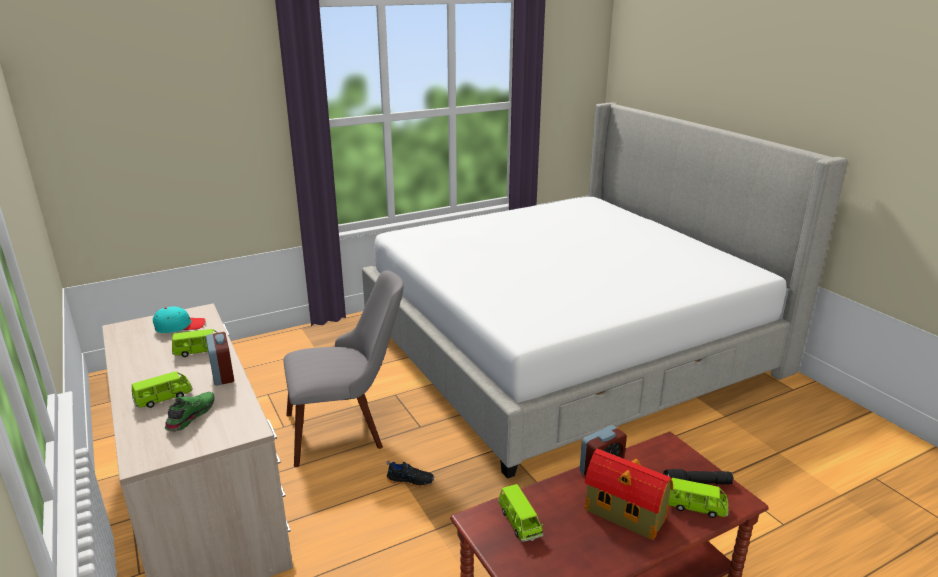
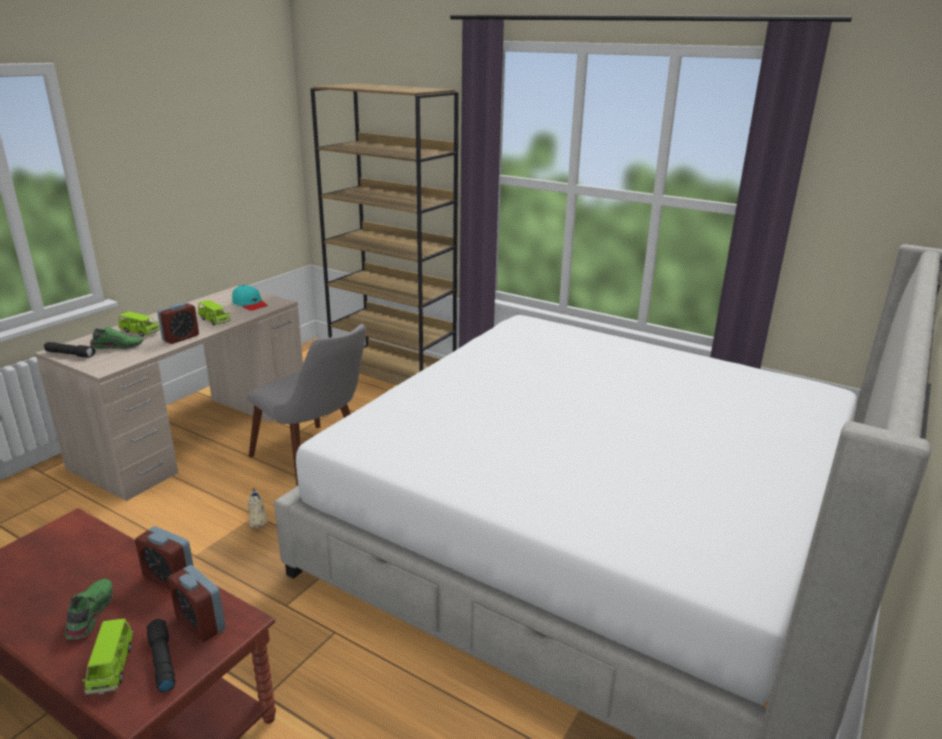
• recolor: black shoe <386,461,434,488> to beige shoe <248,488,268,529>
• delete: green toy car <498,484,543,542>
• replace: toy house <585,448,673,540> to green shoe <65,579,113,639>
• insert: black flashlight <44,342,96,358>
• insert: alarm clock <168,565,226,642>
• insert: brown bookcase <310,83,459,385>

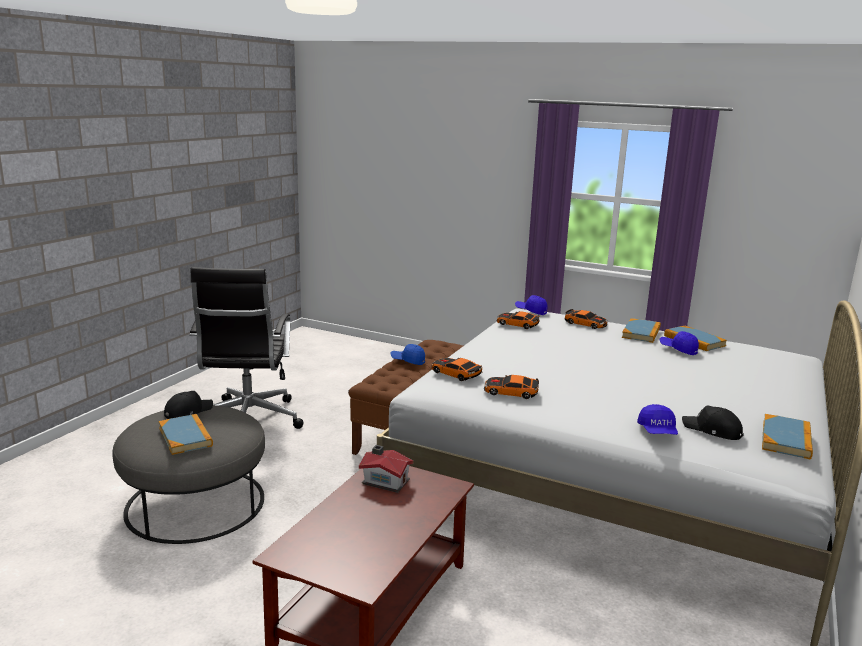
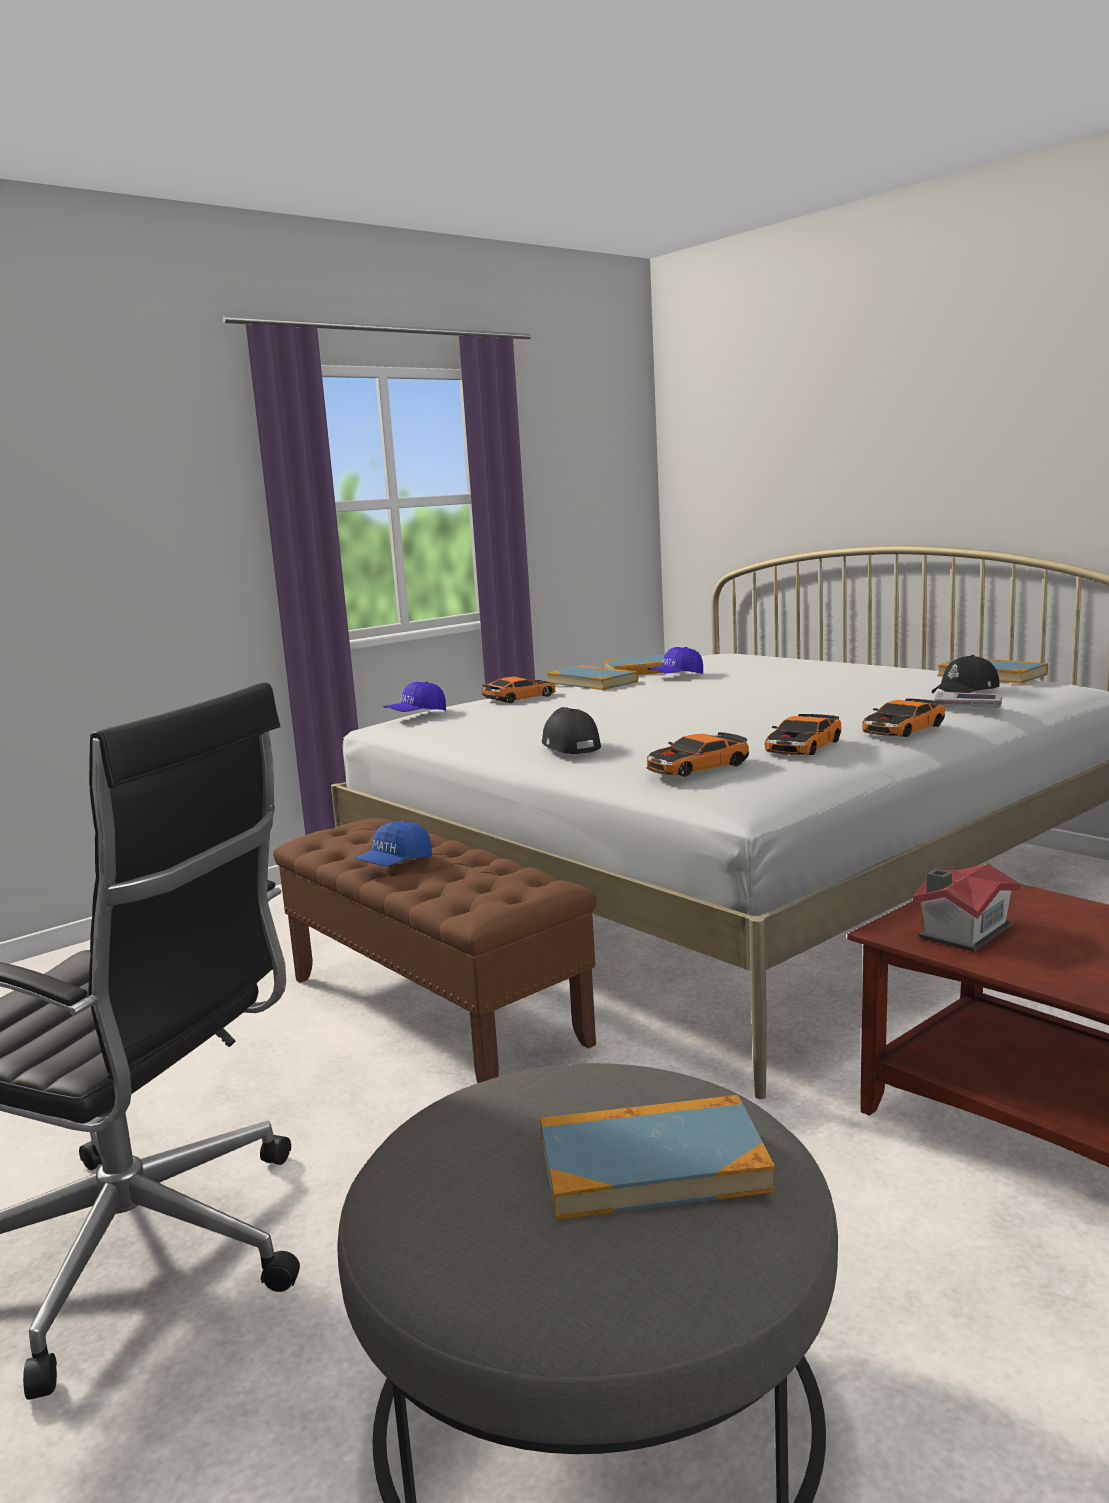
• move: black cap <164,391,213,419> to <542,707,601,754>
• move: toy car <496,311,540,329> to <862,699,945,737>
• replace: blue cap <637,404,678,435> to book <934,691,1002,707>

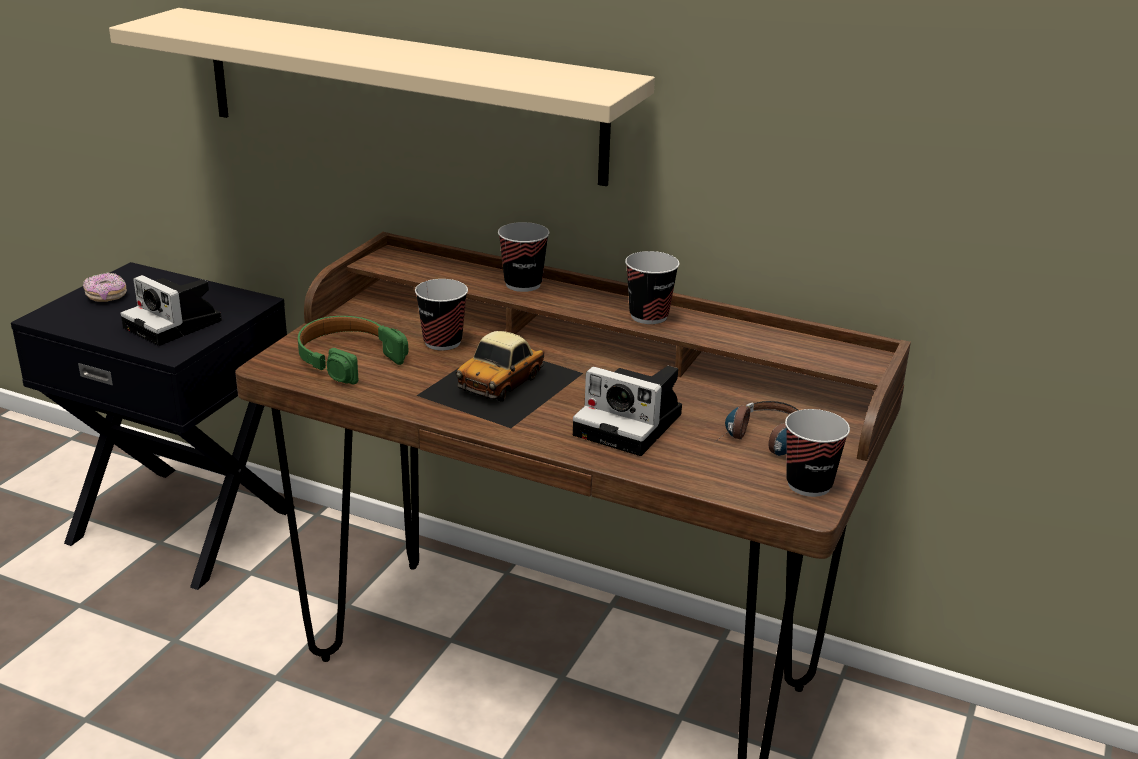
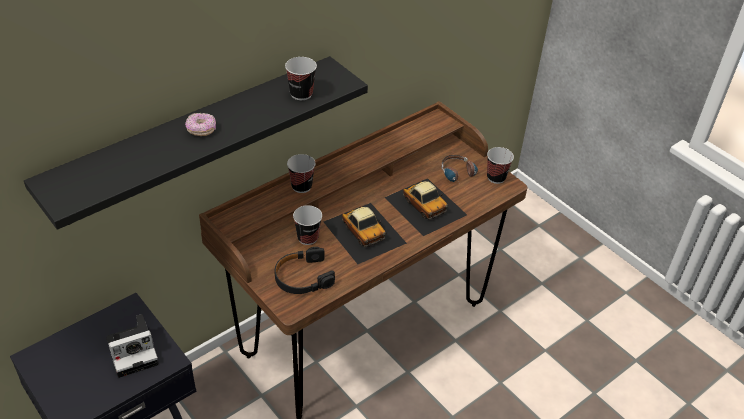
• move: donut <83,273,127,302> to <185,113,216,136>
• recolor: beige shelf <109,8,655,186> to black shelf <24,56,368,230>
• recolor: green headphones <298,316,409,385> to black headphones <275,247,335,294>
• replace: photo camera <573,366,682,456> to toy car <384,178,467,236>
• move: cup <625,251,680,324> to <285,57,317,100>

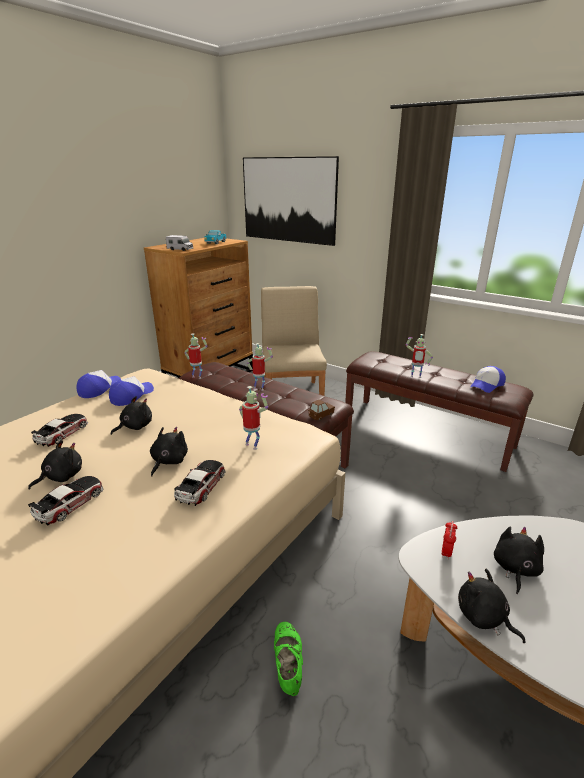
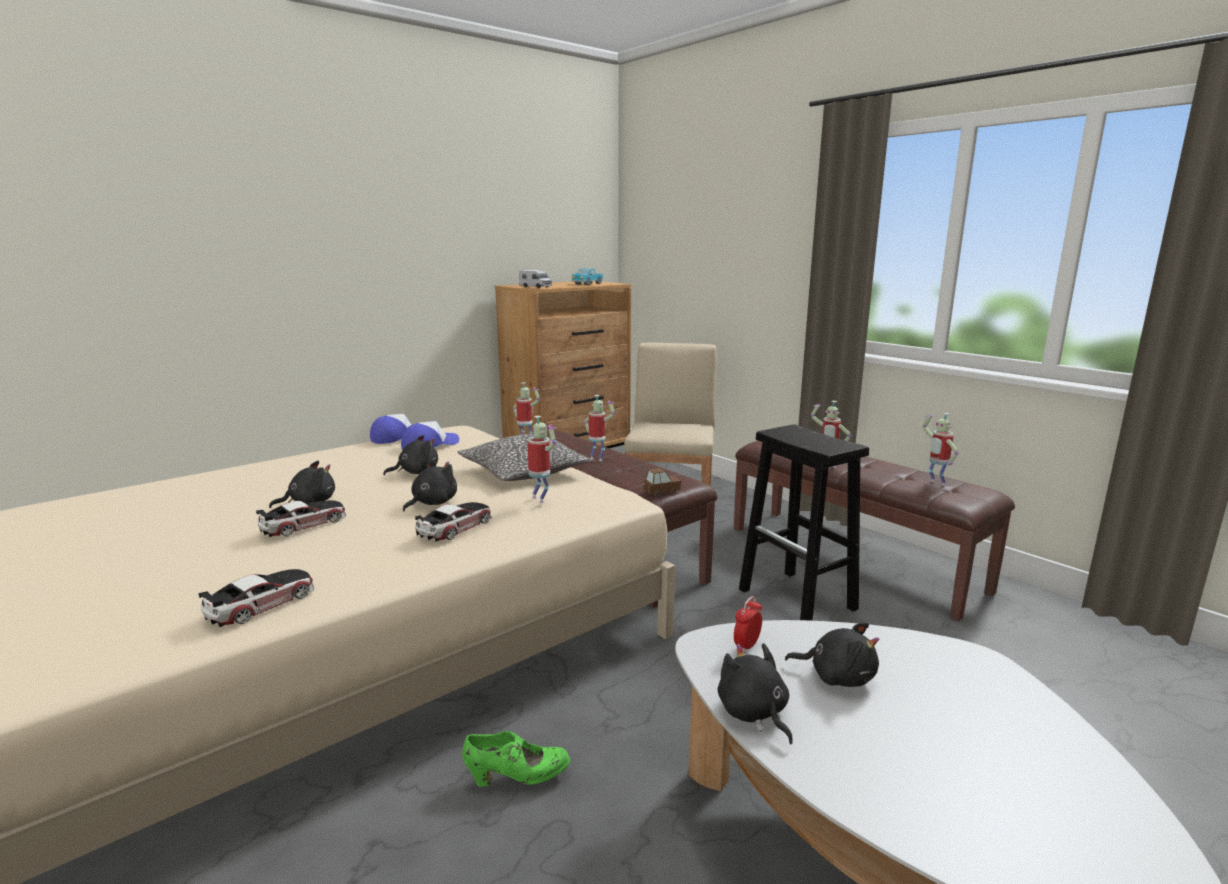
• move: toy car <31,414,88,447> to <198,569,314,627>
• delete: picture <243,156,339,246>
• rotate: green shoe <274,622,303,696> = <462,731,570,787> 75 degrees clockwise
• replace: cap <470,366,506,393> to toy robot <923,413,958,486>
• rotate: black plush toy <494,526,544,594> = <785,622,879,687> 75 degrees clockwise
• insert: pillow <458,434,593,481>
• insert: black stool <739,425,869,621>

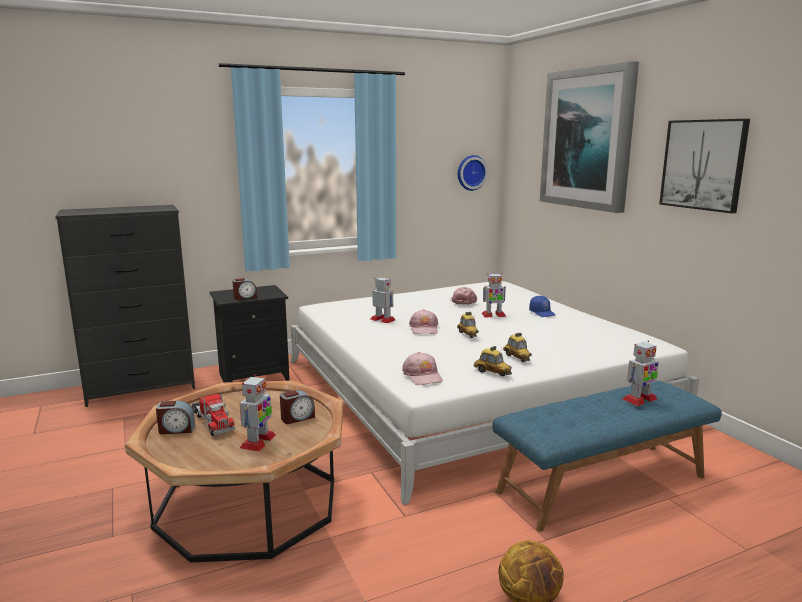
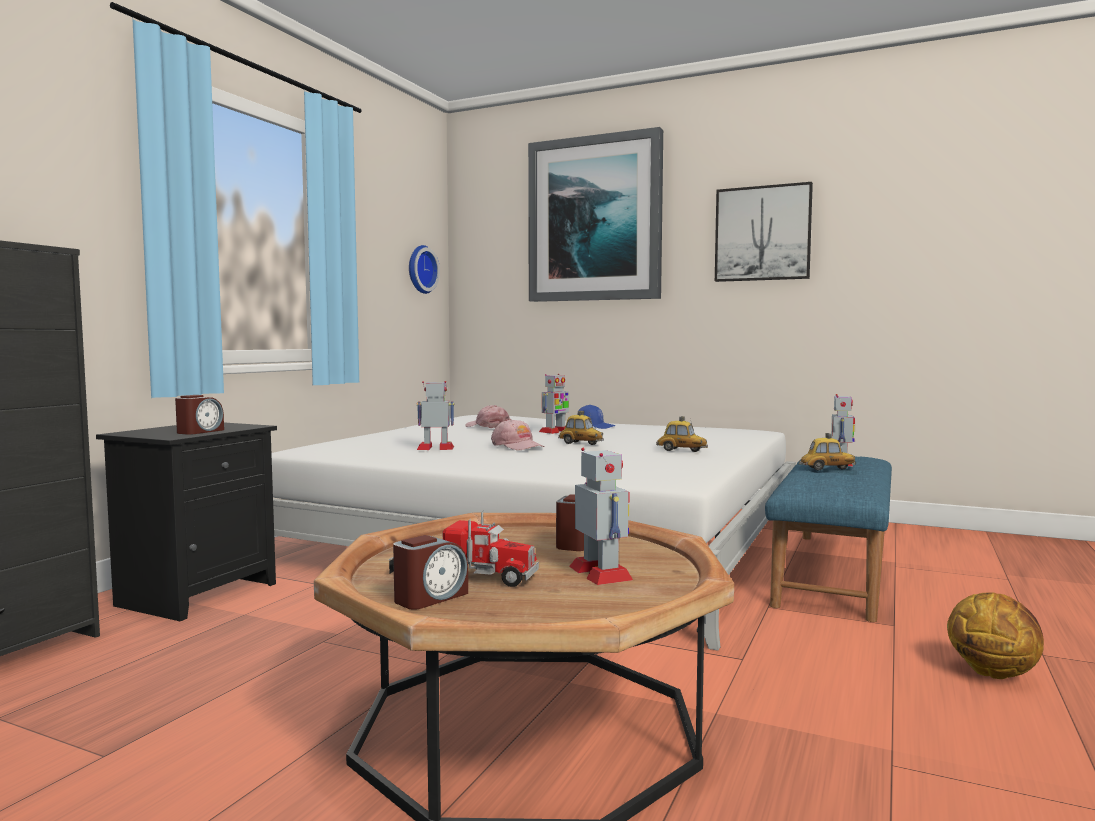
• delete: pink cap <402,352,443,385>
• move: toy car <474,346,512,376> to <799,433,856,470>

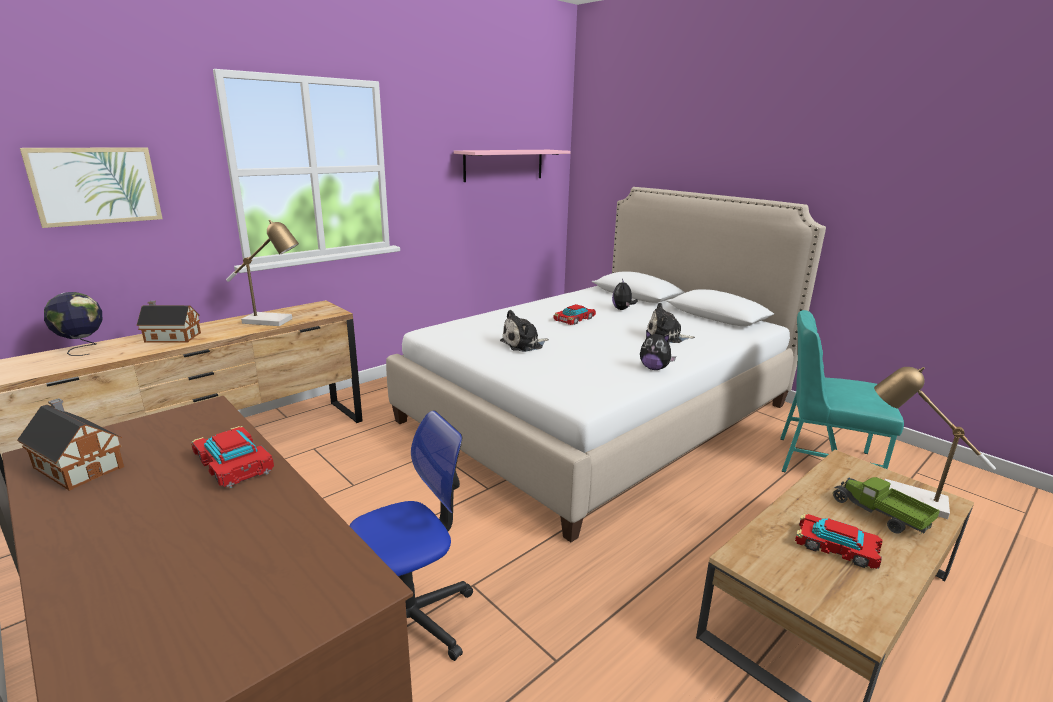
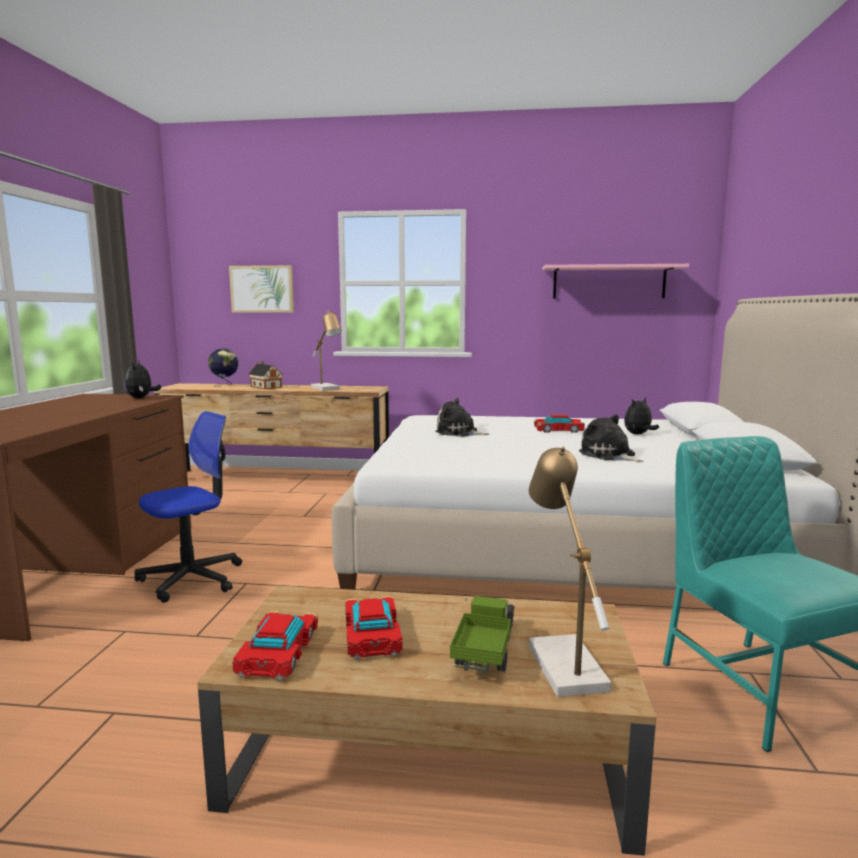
• delete: toy house <17,398,124,491>
• move: toy car <191,426,274,488> to <232,611,318,681>
• rotate: office chair <349,410,473,661> = <134,411,242,603> 60 degrees counterclockwise
• move: plush toy <640,330,676,370> to <124,361,161,398>

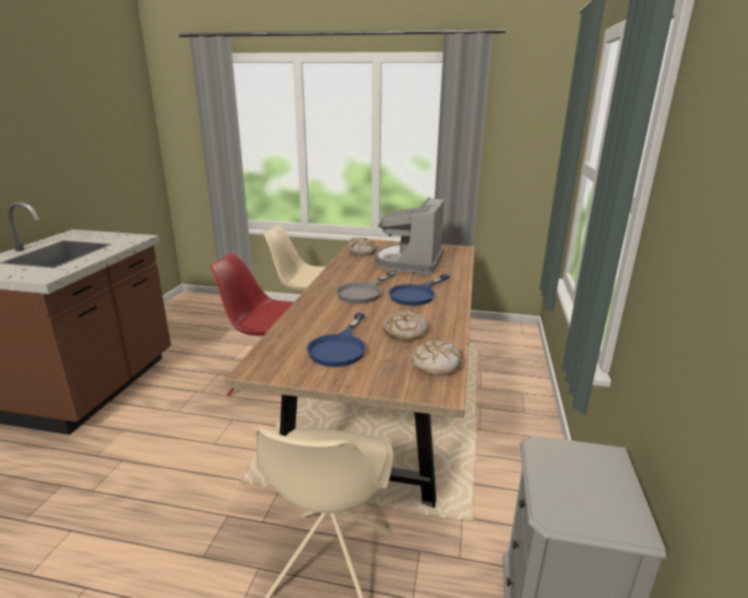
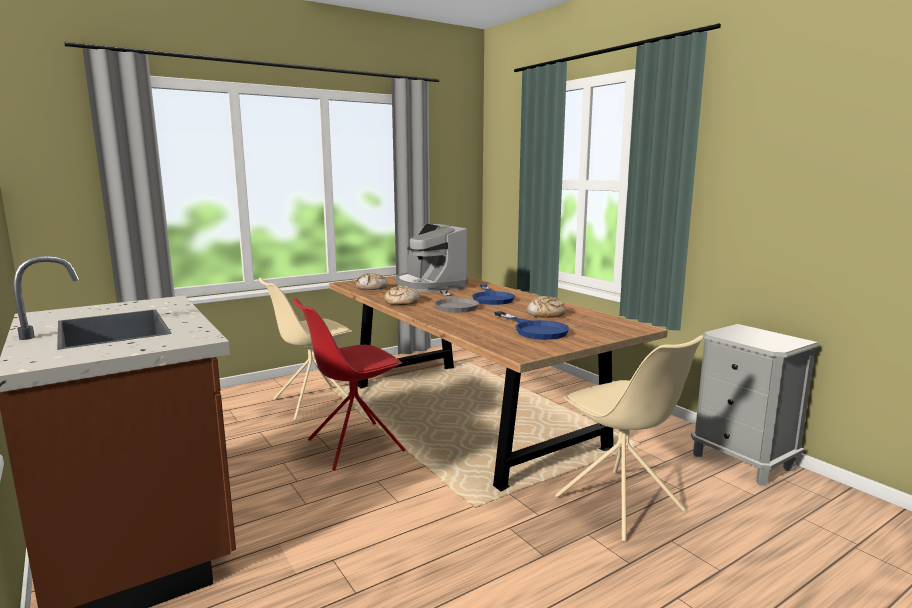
• move: bread <412,340,461,376> to <384,286,419,305>

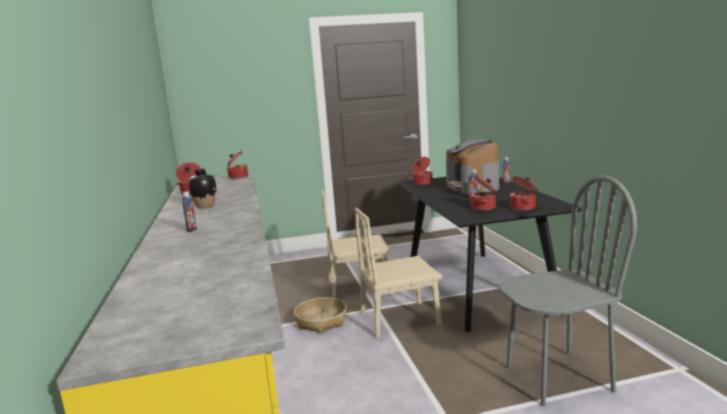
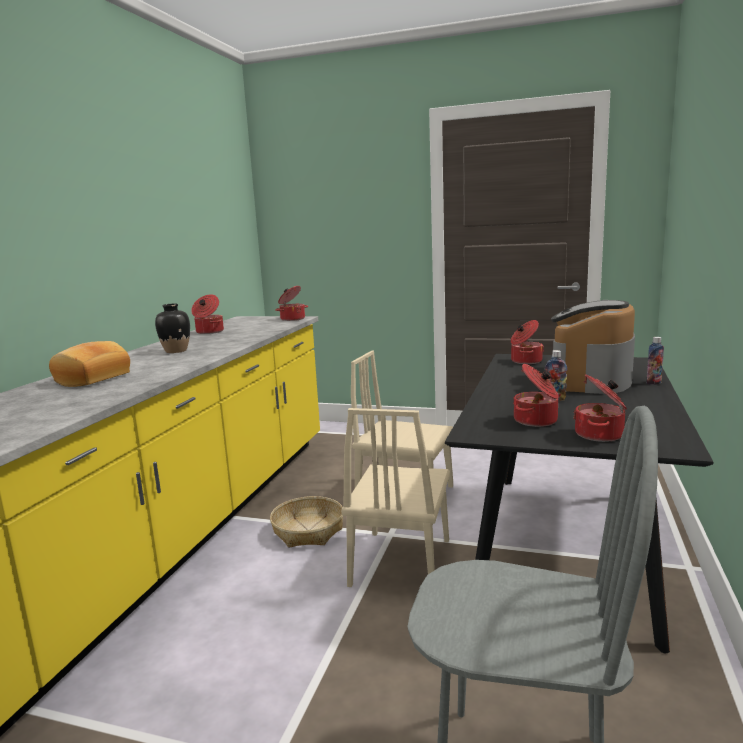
• replace: bottle <182,191,197,232> to bread <49,341,130,387>
• rotate: beige chair <355,208,442,338> = <341,408,450,587> 90 degrees counterclockwise

